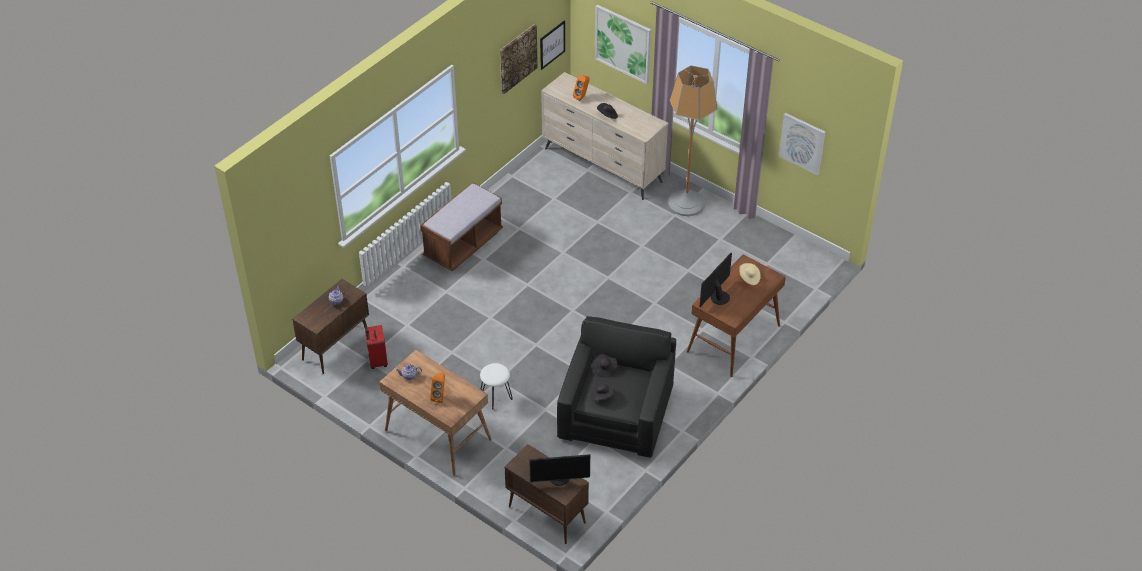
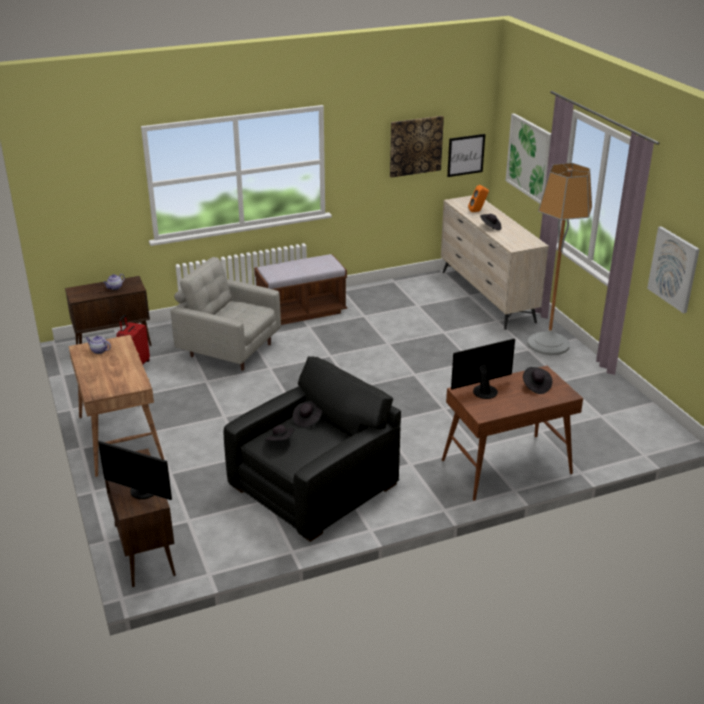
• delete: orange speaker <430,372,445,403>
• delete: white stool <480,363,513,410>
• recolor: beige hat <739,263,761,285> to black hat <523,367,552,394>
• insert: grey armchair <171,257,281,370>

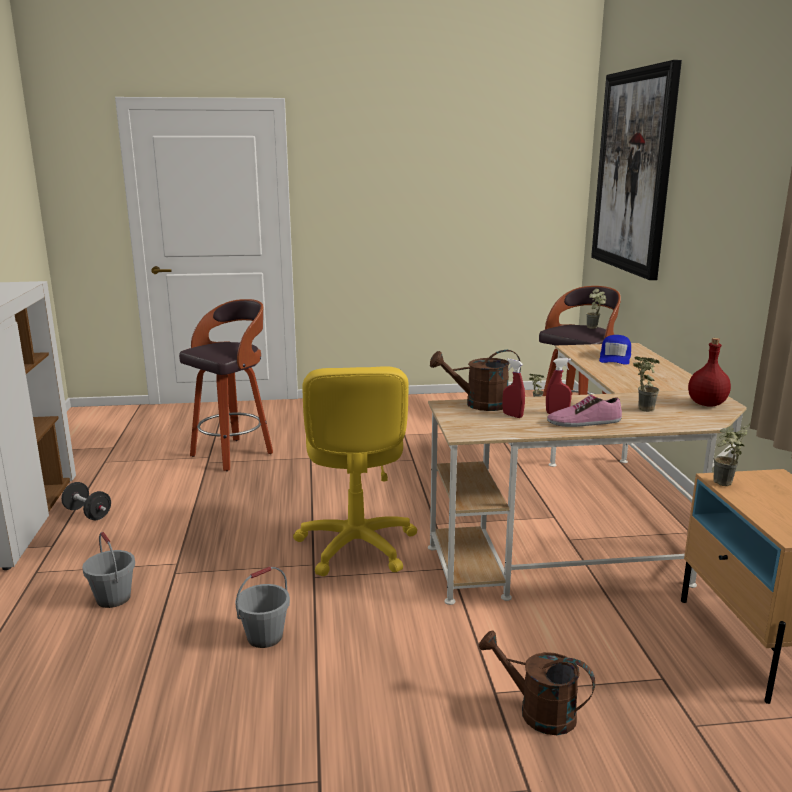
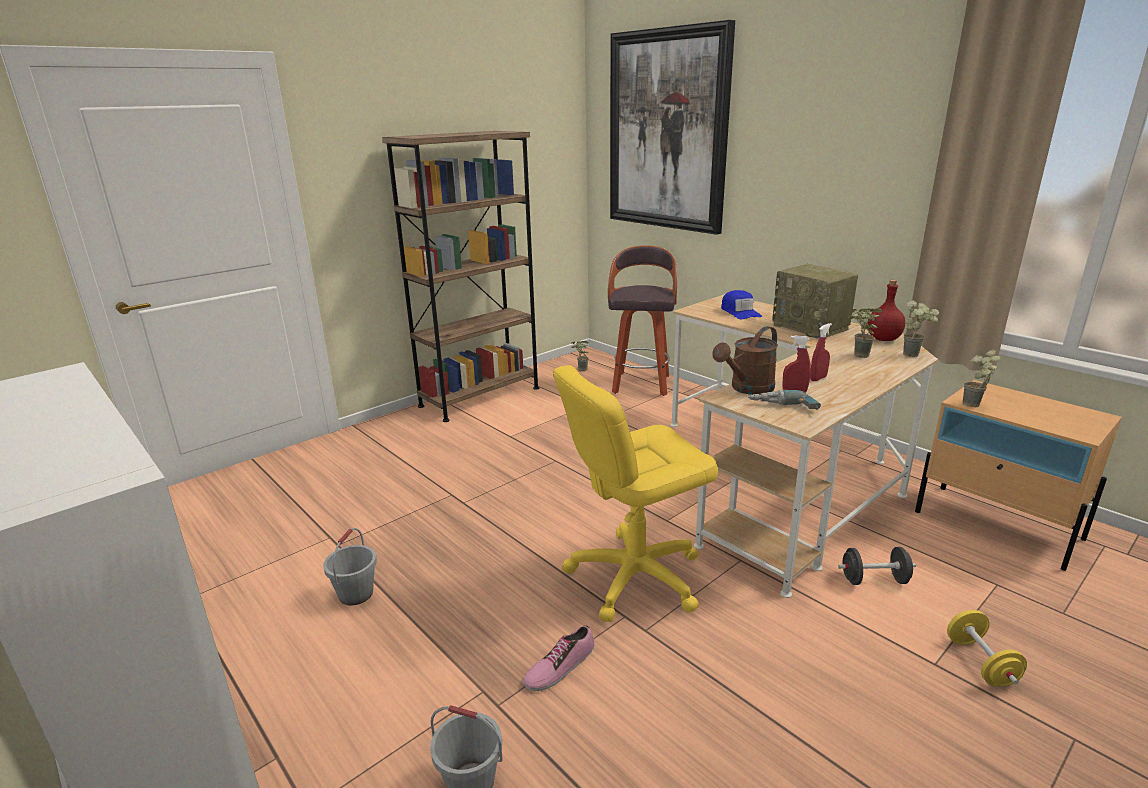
• move: black dumbbell <61,482,111,520> to <838,547,916,585>
• delete: stool <179,299,273,471>
• move: grey bucket <235,566,290,648> to <323,528,377,606>
• rotate: yellow office chair <293,366,417,576> = <553,365,718,622> 105 degrees clockwise
• replace: brown watering can <479,631,595,735> to yellow dumbbell <947,610,1027,687>
• move: shoe <547,395,622,427> to <523,625,594,691>
• move: potted plant <586,288,606,329> to <903,300,939,357>
• insert: brown bookcase <382,131,539,422>
• insert: power drill <748,390,821,410>
• insert: radio <772,264,858,339>

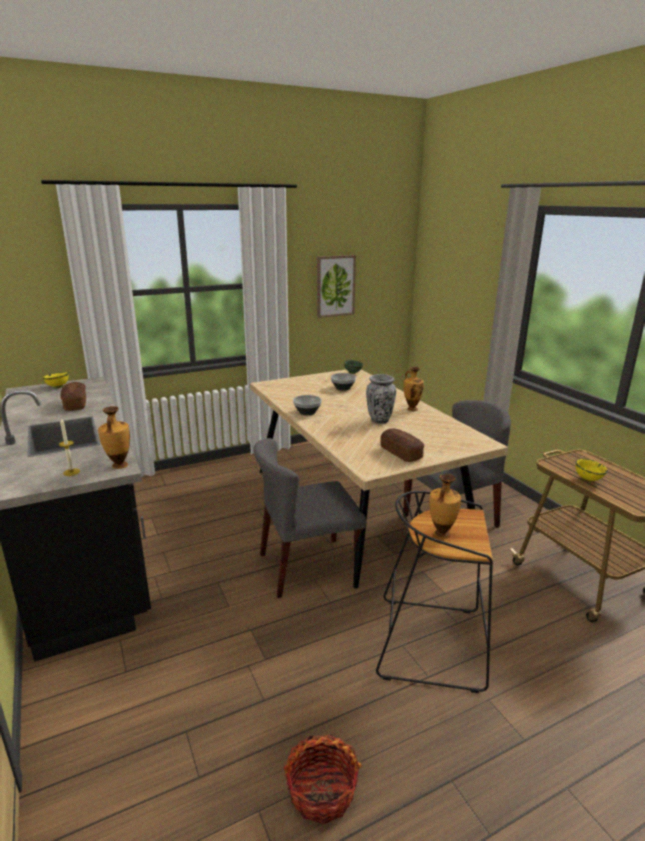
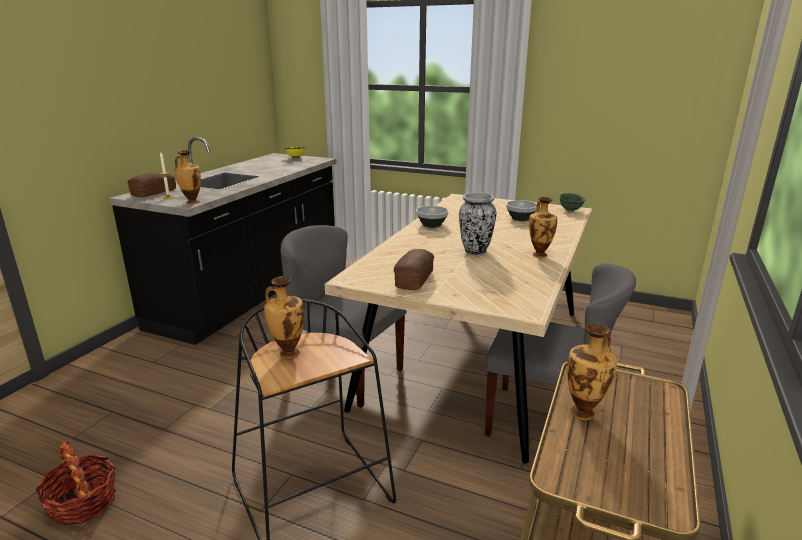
• move: bread <60,382,86,411> to <128,172,176,197>
• delete: picture <317,255,356,318>
• replace: yellow bowl <576,458,608,482> to vase <567,323,617,420>

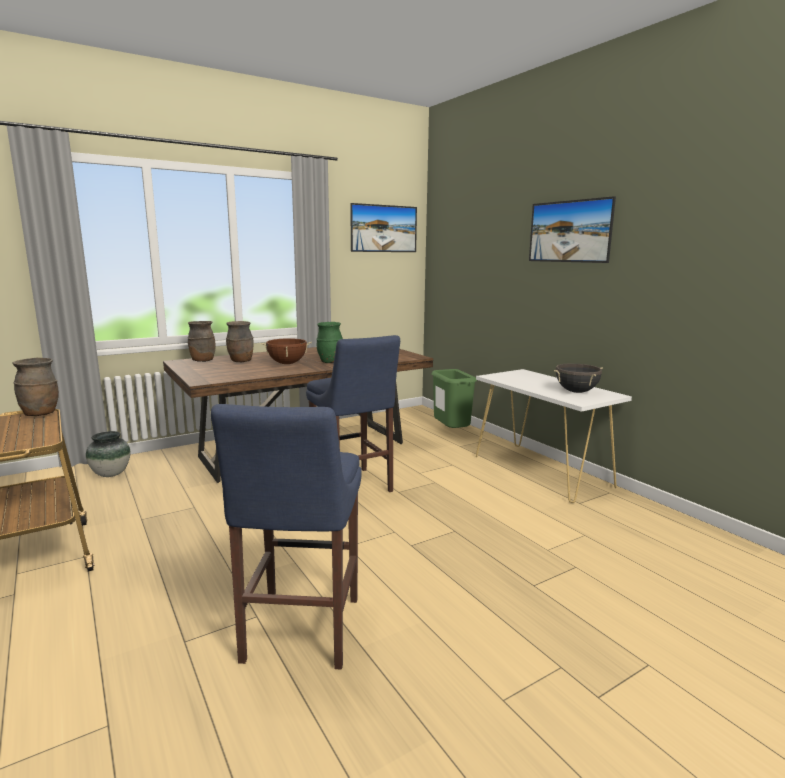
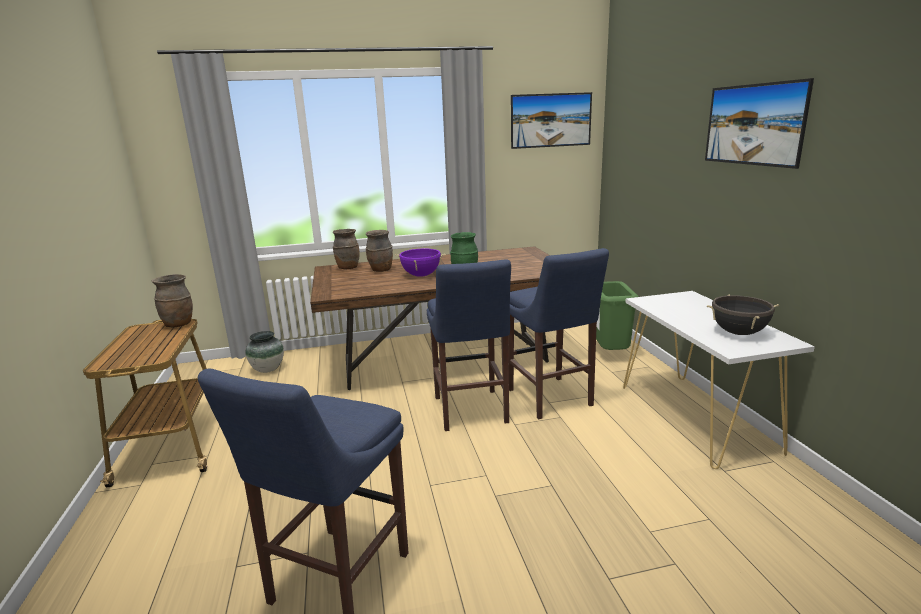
• recolor: brown cooking pot <261,338,312,364> to purple cooking pot <395,248,445,277>
• insert: blue stool <508,248,609,419>

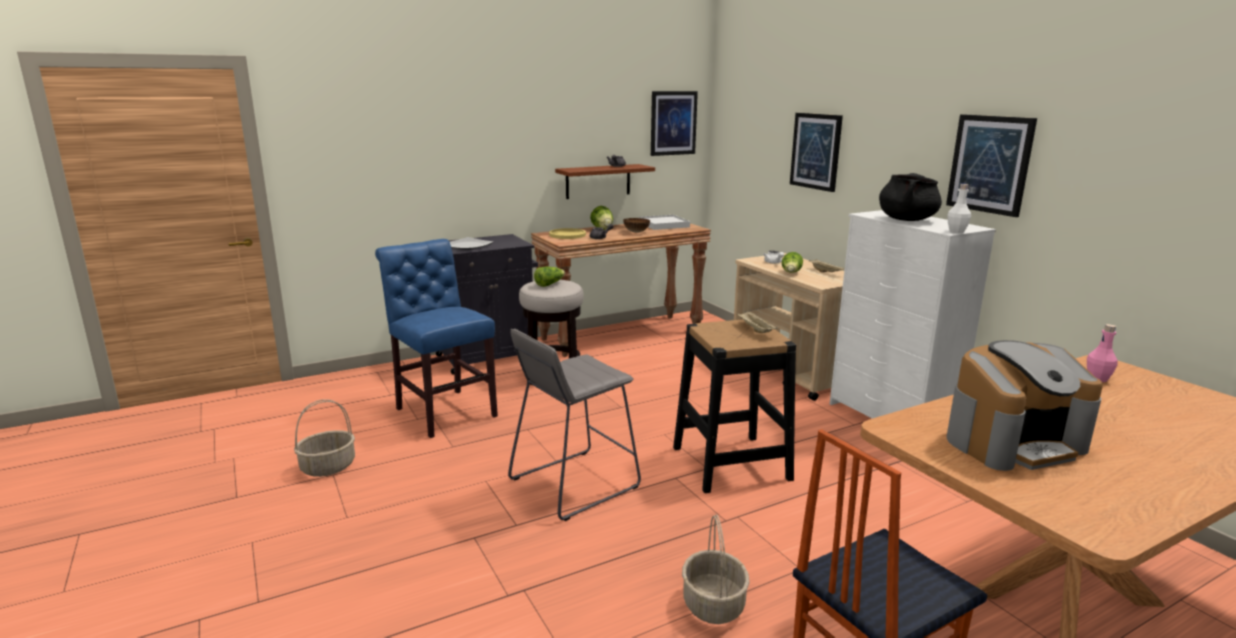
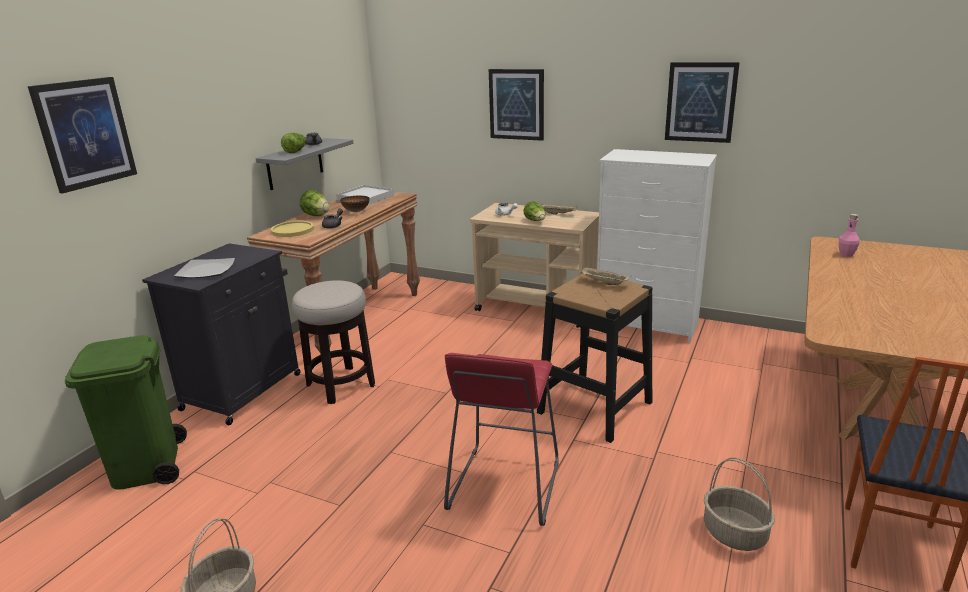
• delete: blue chair <375,239,498,438>
• recolor: grey stool <508,329,641,521> to red stool <444,353,559,526>
• move: lettuce <534,267,565,287> to <281,133,306,153>
• recolor: brown shelf <555,164,655,199> to grey shelf <255,138,353,190>
• move: picture <651,91,698,156> to <28,77,137,194>
• delete: black cooking pot <879,173,942,221>
• delete: coffee machine <946,340,1103,471>
• delete: white bottle <948,184,971,233>
• insert: green trash can <65,335,187,490>

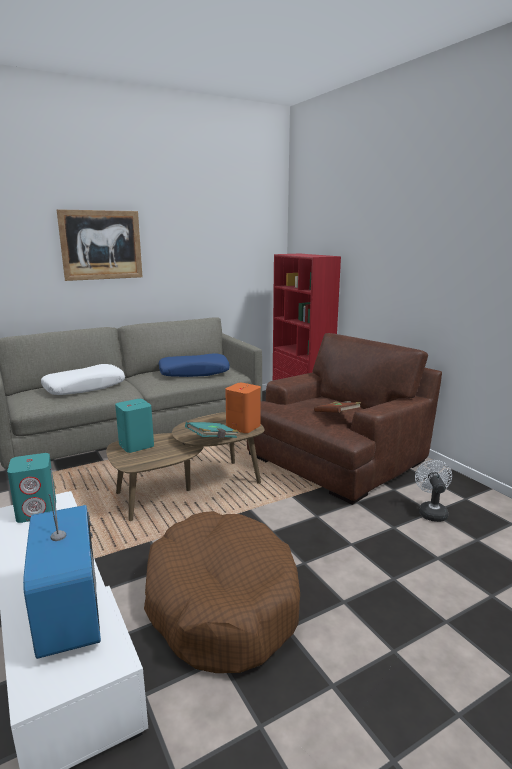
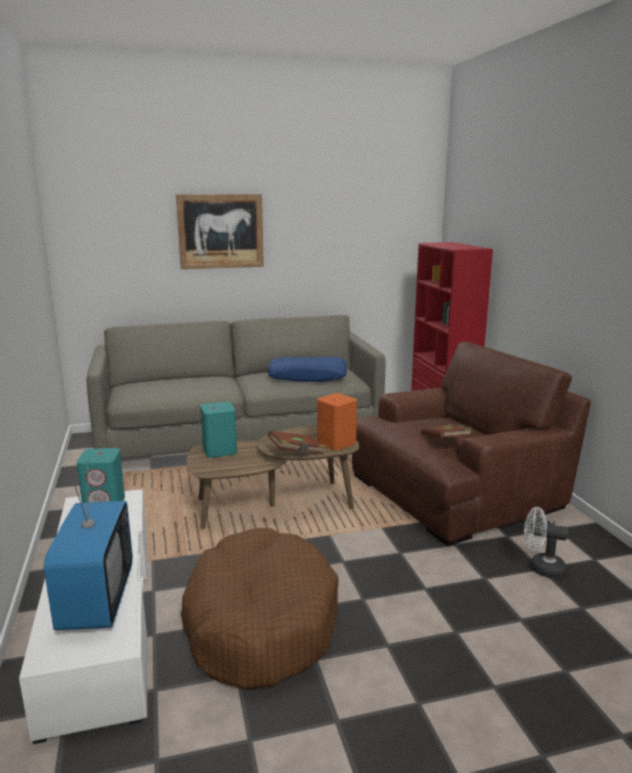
• delete: white pillow <41,364,125,395>
• recolor: turquoise book <185,422,239,438> to brown book <268,431,326,454>
• rotate: white fan <415,460,452,522> = <524,507,569,578> 90 degrees counterclockwise

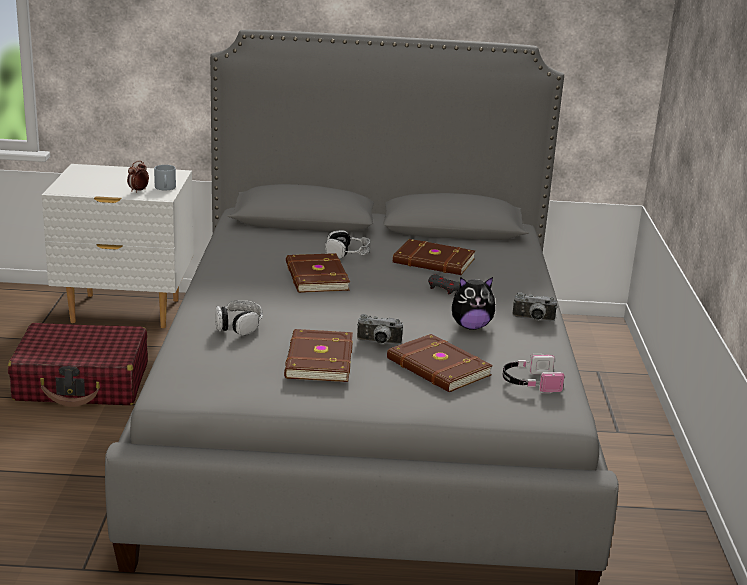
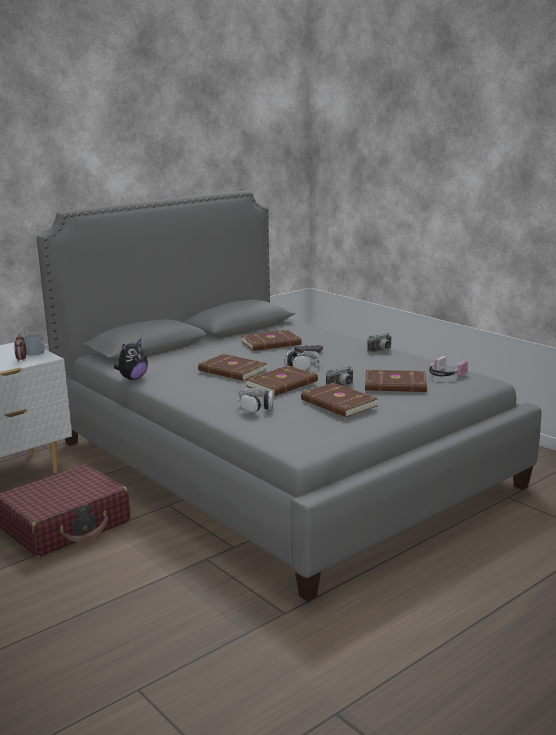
• move: headphones <325,230,371,258> to <284,350,320,370>
• move: plush toy <452,277,495,330> to <114,339,148,380>
• insert: brown book <246,365,318,396>

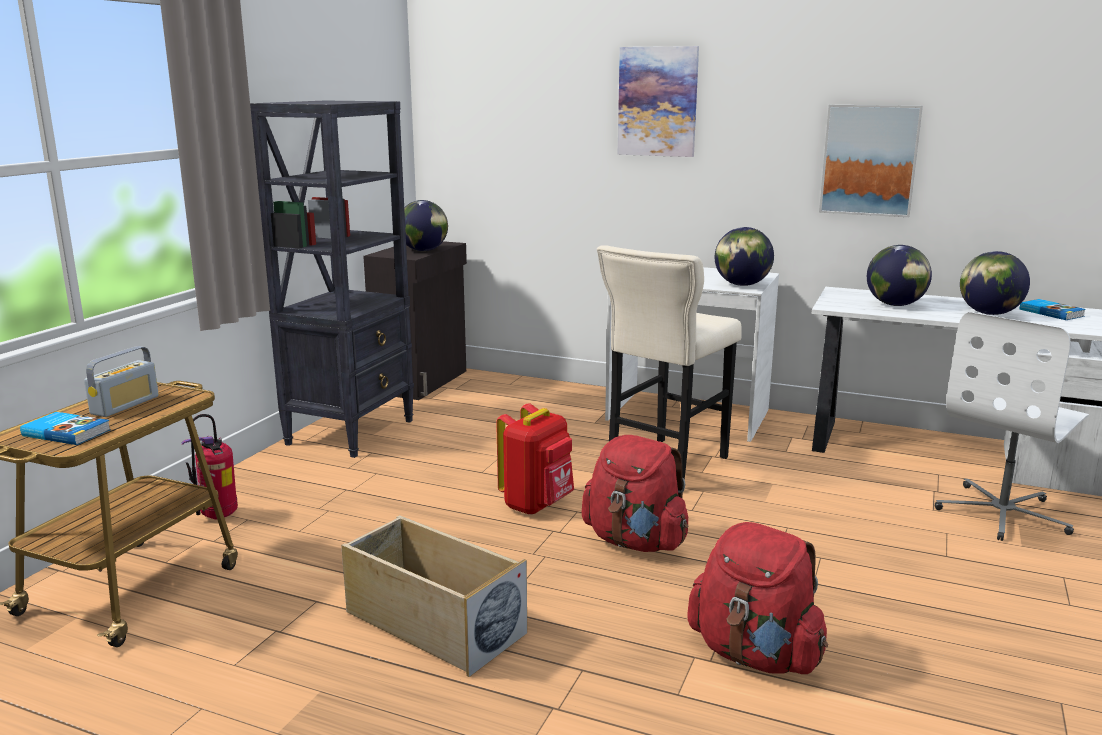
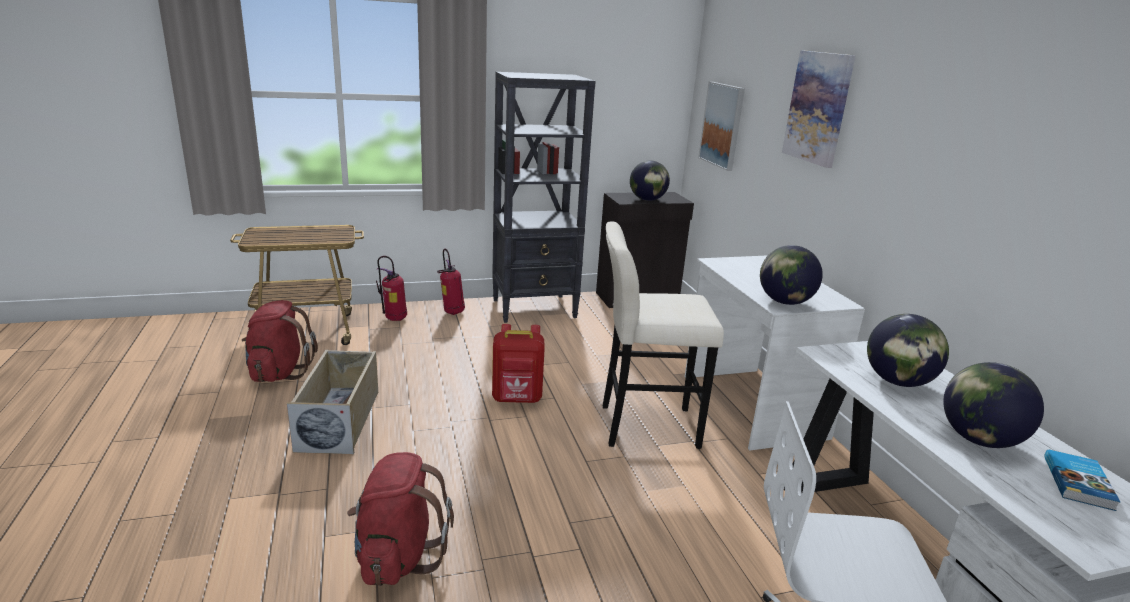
• delete: book <20,412,111,445>
• delete: radio <84,346,159,417>
• move: red backpack <582,435,688,552> to <242,300,318,382>
• move: picture <819,105,923,217> to <698,82,745,171>
• insert: fire extinguisher <437,249,465,315>

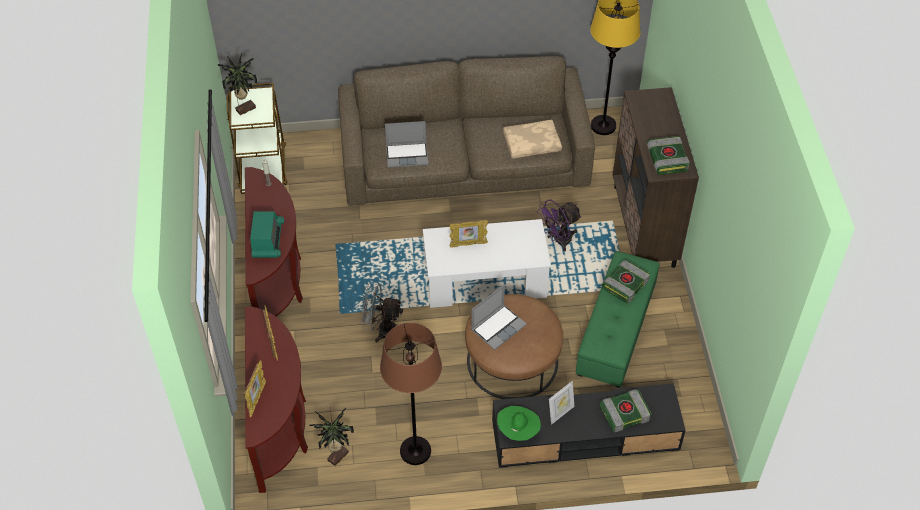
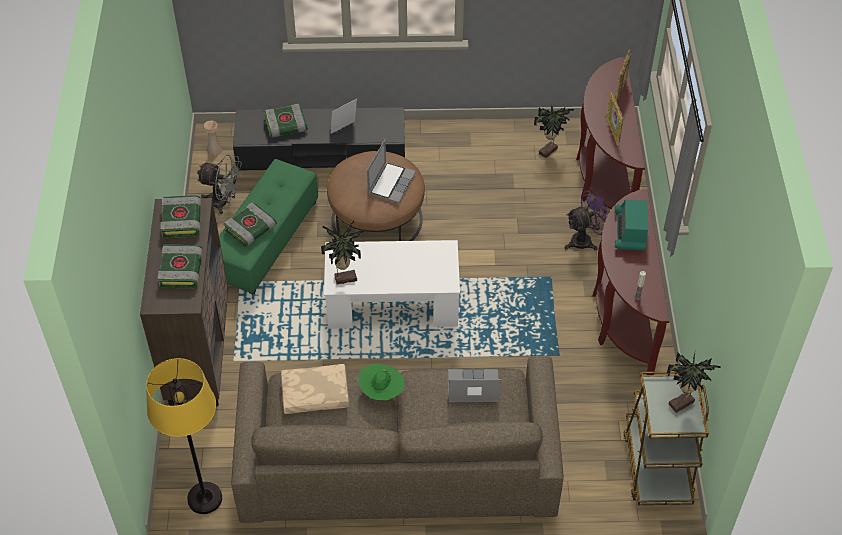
• move: grey fan <360,283,403,343> to <197,155,242,214>
• delete: brown floor lamp <380,323,442,465>
• delete: picture frame <449,220,488,247>
• rotate: laptop <471,285,527,350> = <367,139,416,203> 150 degrees clockwise
• move: green hat <497,406,541,441> to <359,363,405,400>
• move: purple fan <537,200,582,251> to <565,188,610,251>
• insert: book <158,244,203,288>
• insert: beige vase <204,121,223,156>
• insert: potted plant <321,220,364,285>

